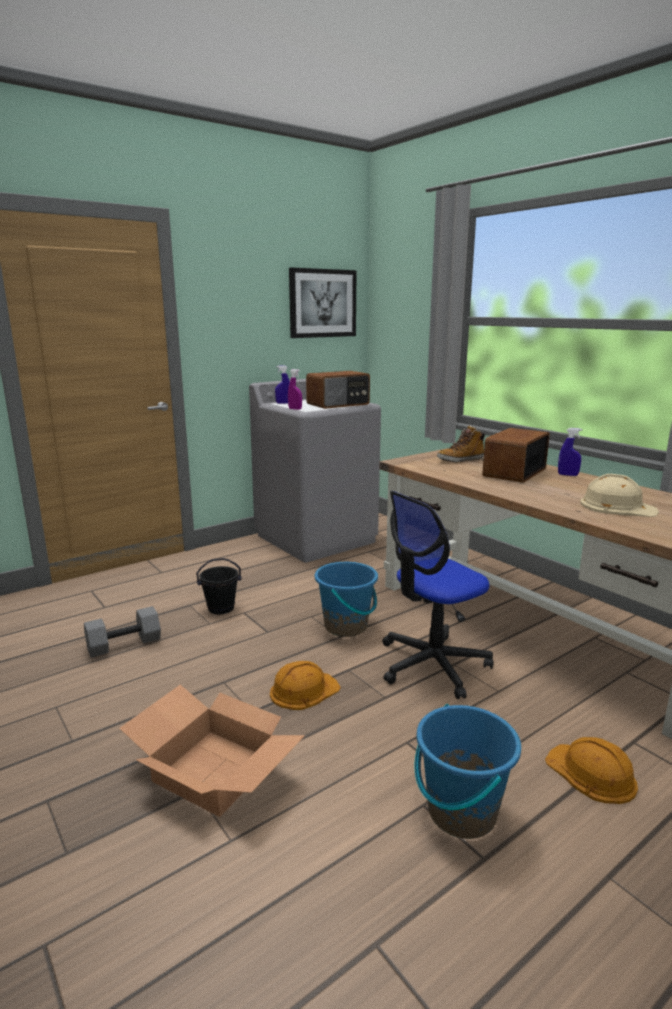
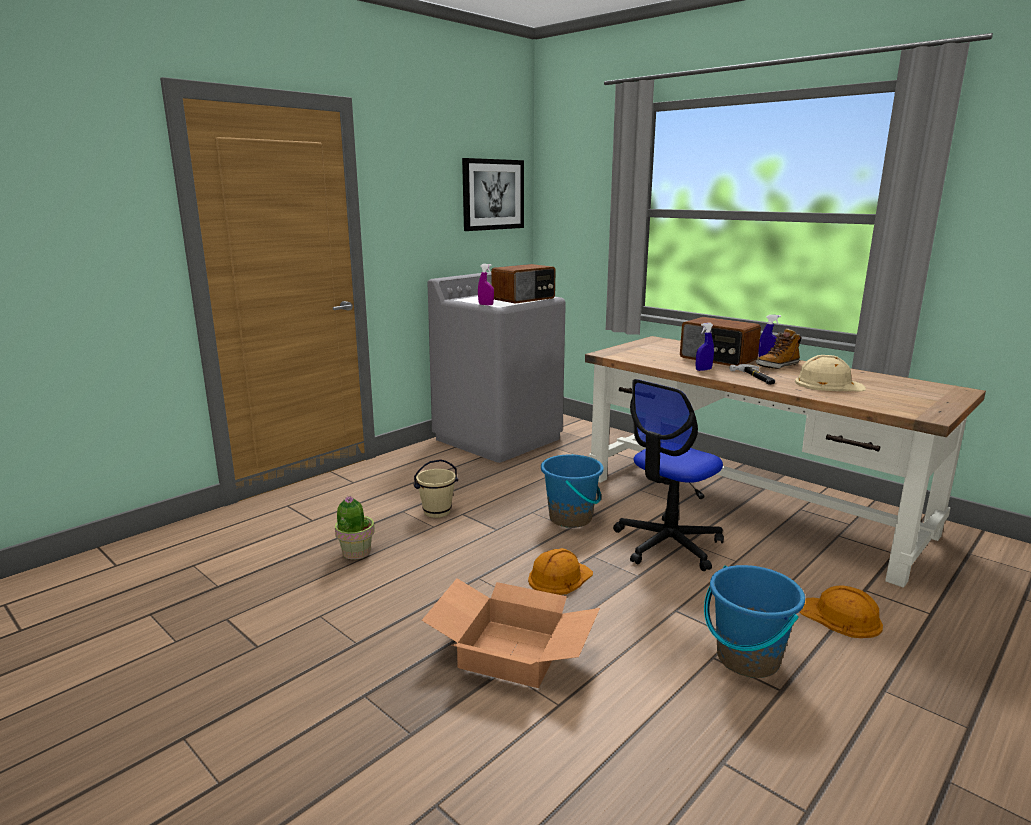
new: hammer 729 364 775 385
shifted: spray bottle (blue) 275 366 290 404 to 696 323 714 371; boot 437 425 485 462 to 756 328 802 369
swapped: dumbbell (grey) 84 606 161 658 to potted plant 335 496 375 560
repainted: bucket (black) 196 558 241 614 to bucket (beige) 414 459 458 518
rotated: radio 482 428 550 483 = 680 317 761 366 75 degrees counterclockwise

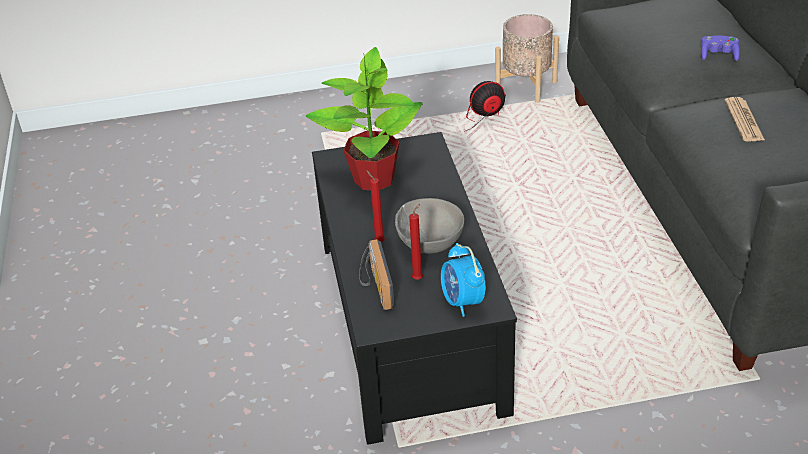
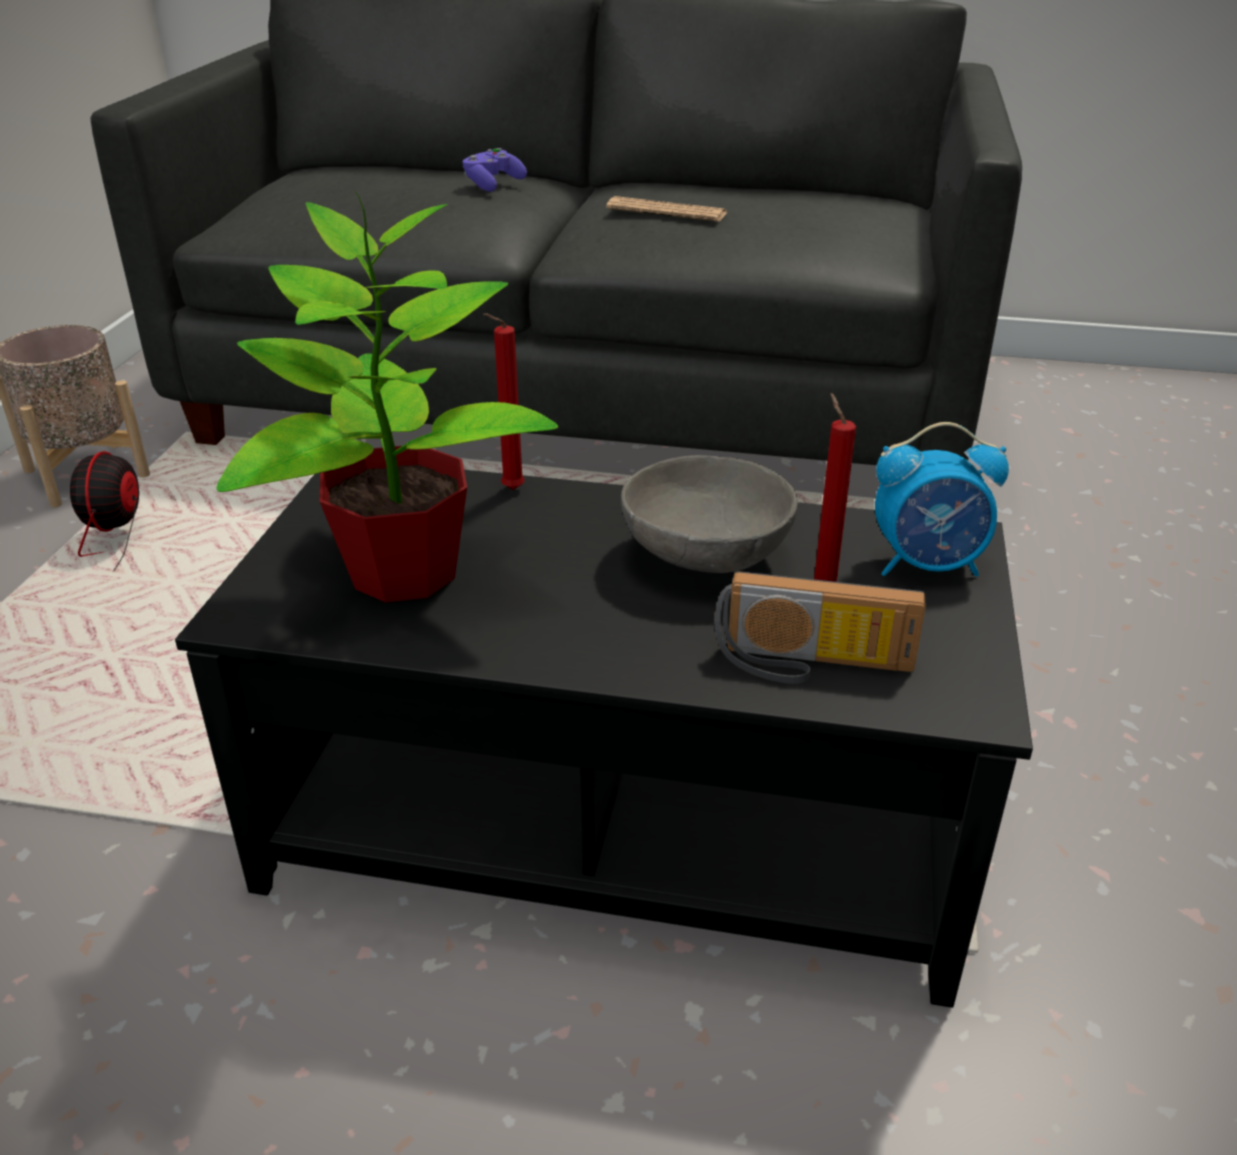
shifted: candle (red) 366 170 385 242 to 483 313 525 490

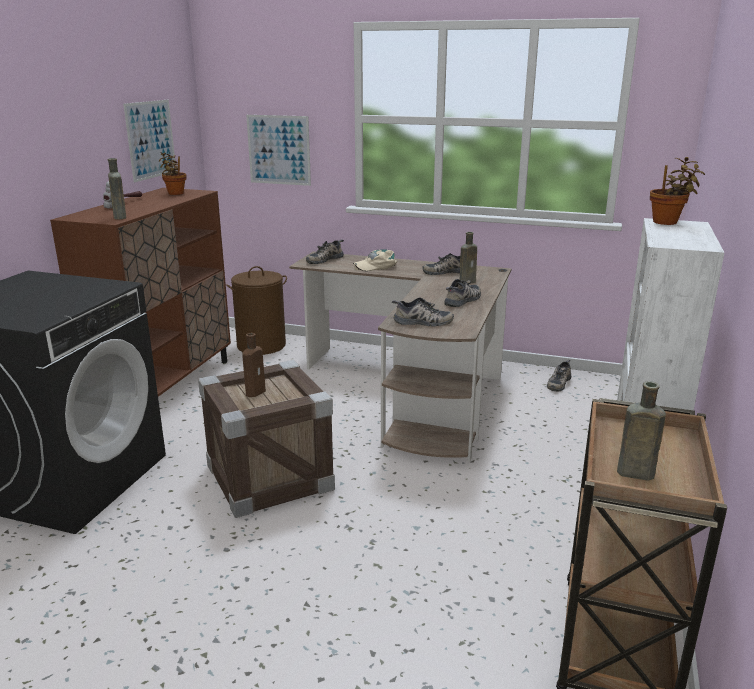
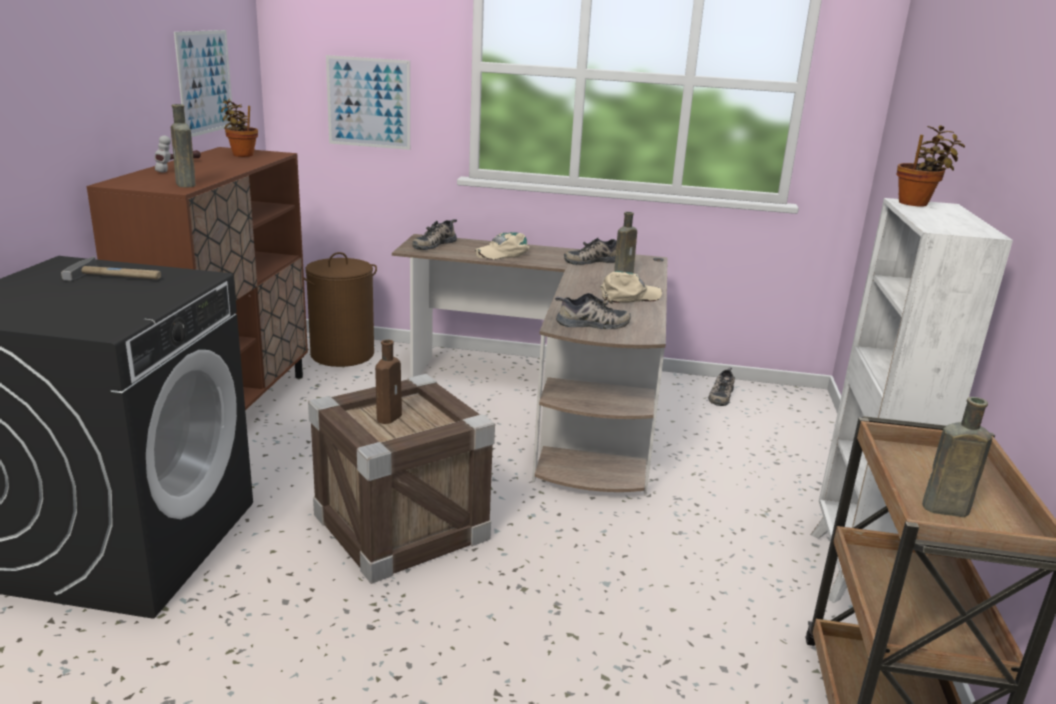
new: hammer 61 257 161 281
swapped: shoe 444 279 481 307 to cap (beige) 600 271 662 304

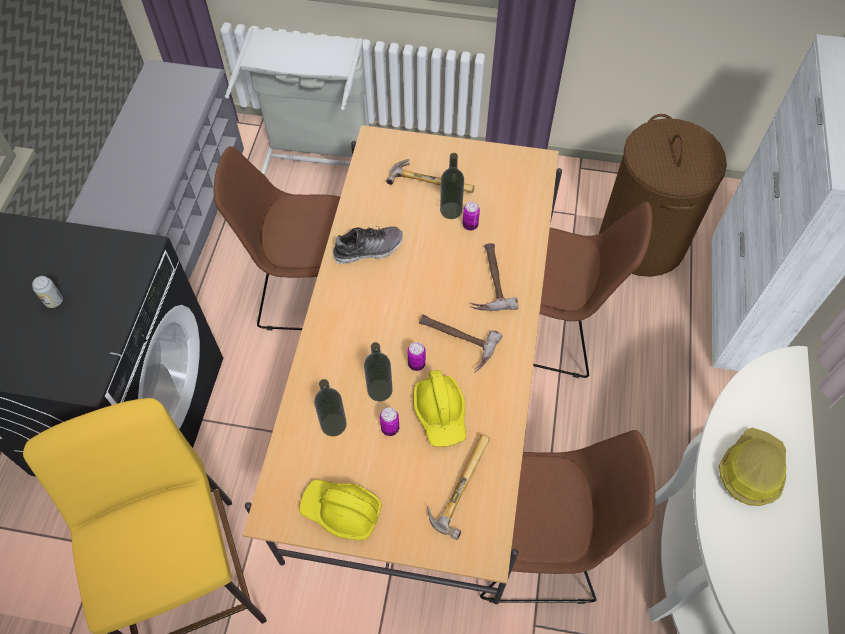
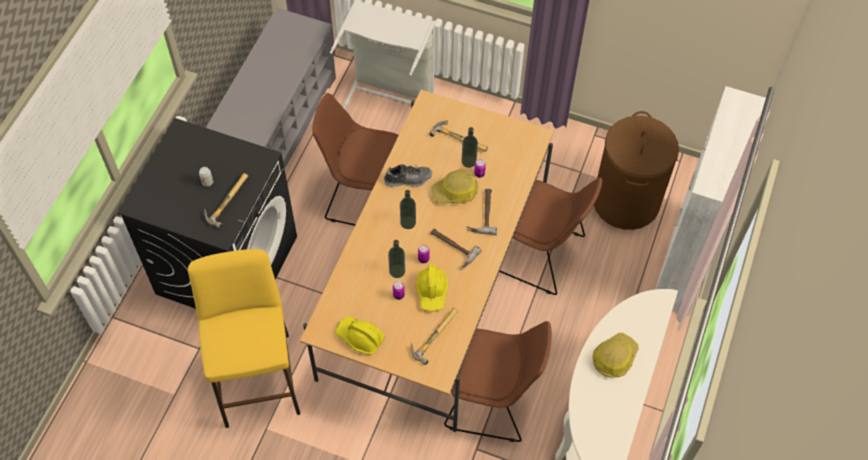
new: hammer 205 173 248 229; hard hat 431 169 479 204
shifted: bottle 314 379 347 436 to 400 190 416 229

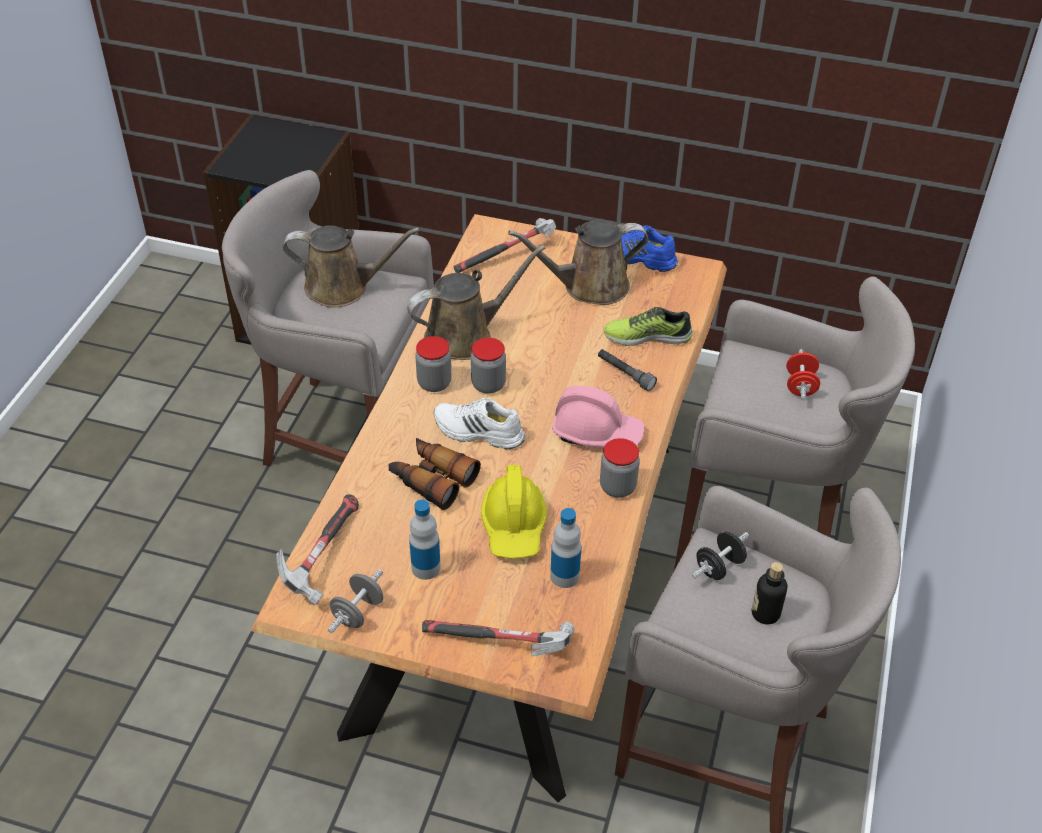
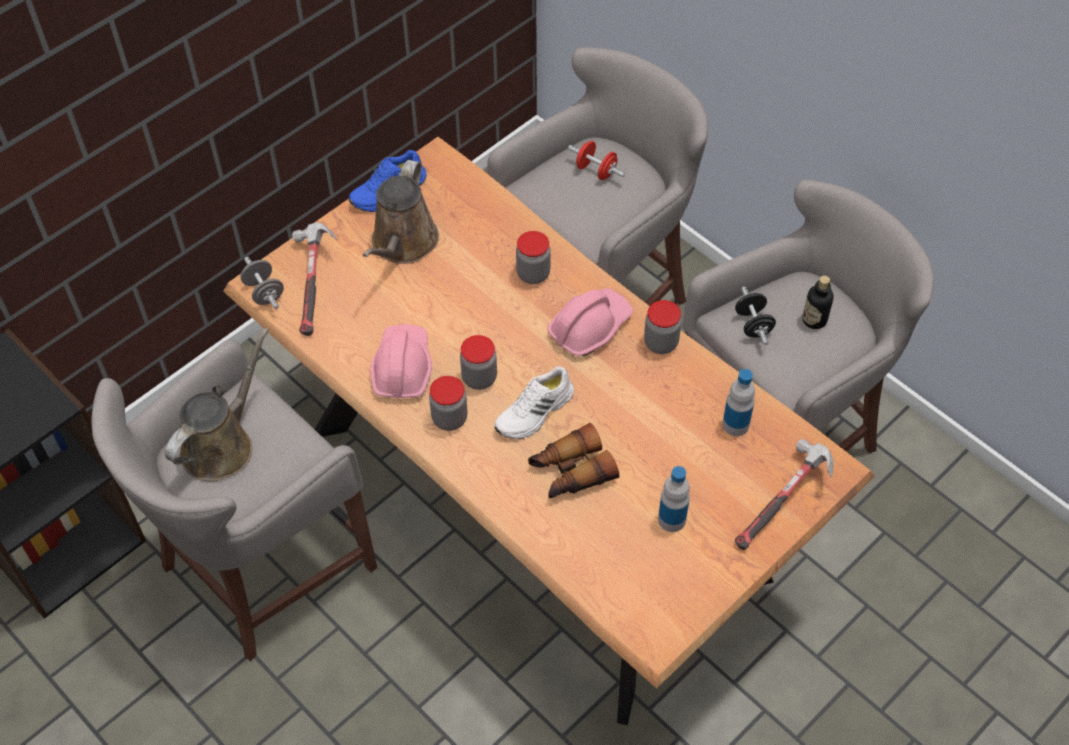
gone: hammer 276 494 359 605; hard hat (yellow) 481 465 547 559; shoe 604 307 693 346
shifted: dumbbell (grey) 328 569 383 633 to 240 257 284 309
swapped: watering can (brown) 407 245 546 360 to hard hat (pink) 370 324 432 398; flashlight (grey) 598 349 657 391 to jar 516 231 551 284

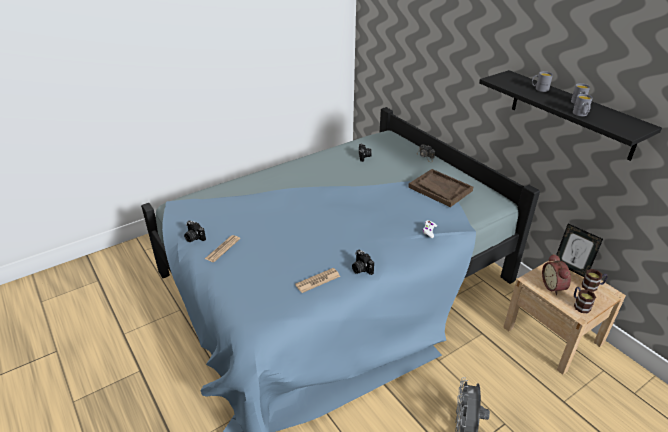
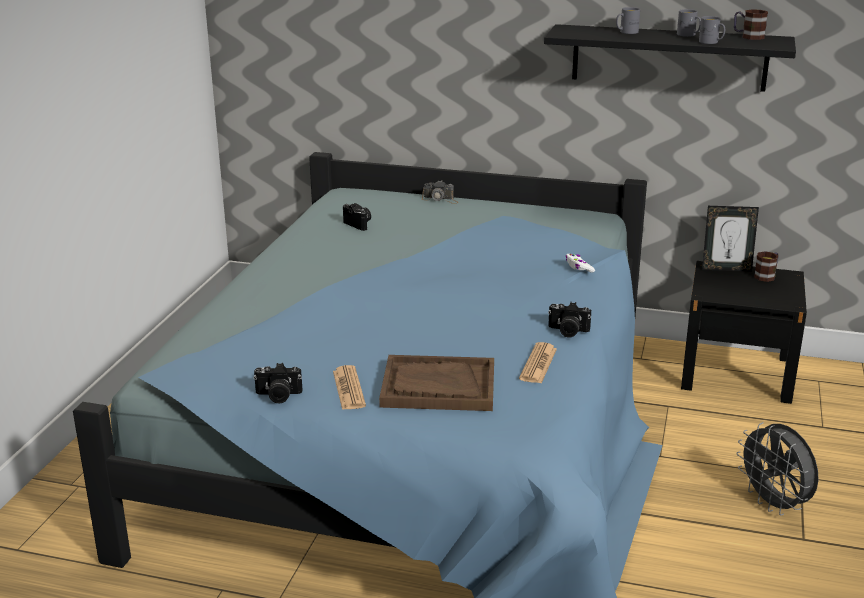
gone: alarm clock 542 254 571 295
shifted: tray (brown) 408 169 473 207 to 379 355 494 411; mug 574 287 596 313 to 734 9 768 40
repainted: nightstand (beige) 504 261 626 375 to nightstand (black) 681 261 807 404

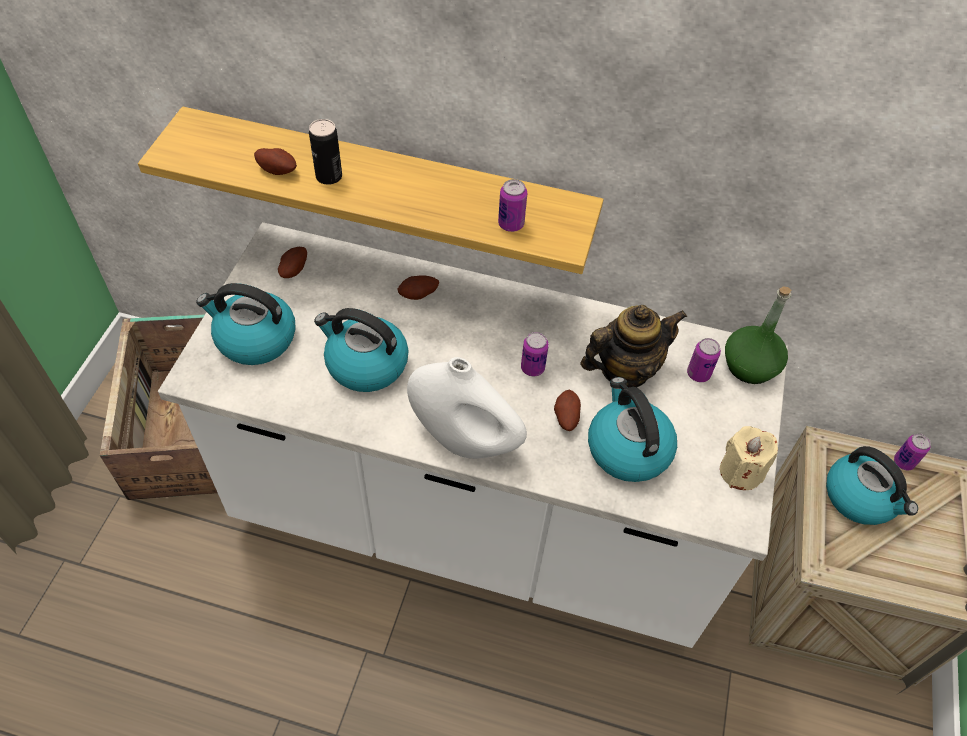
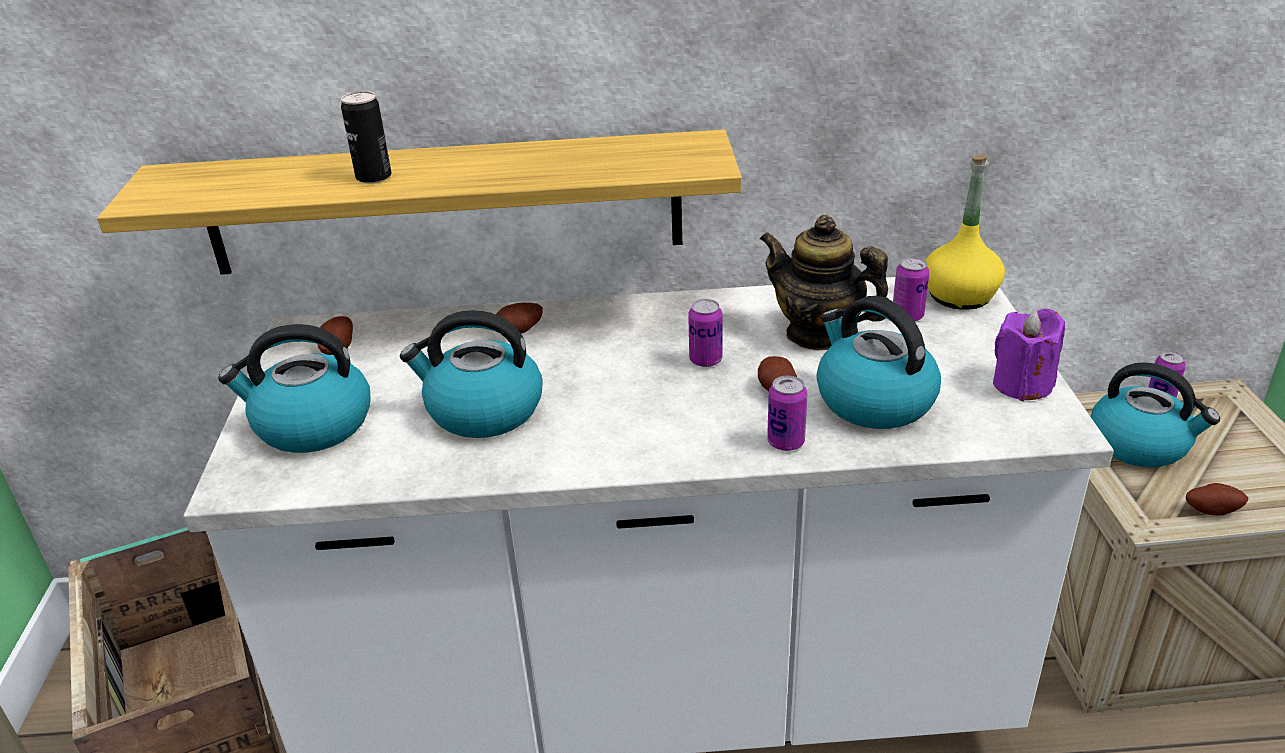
gone: vase (white) 407 357 527 459
shifted: potato 254 148 297 175 to 1186 483 1248 515; can 498 179 527 232 to 767 376 808 451
repainted: candle (beige) 720 426 778 490 to candle (purple) 993 309 1065 401; bottle (green) 725 286 791 384 to bottle (yellow) 926 155 1005 310
rotated: teapot 580 305 687 388 = 760 215 889 351 105 degrees counterclockwise

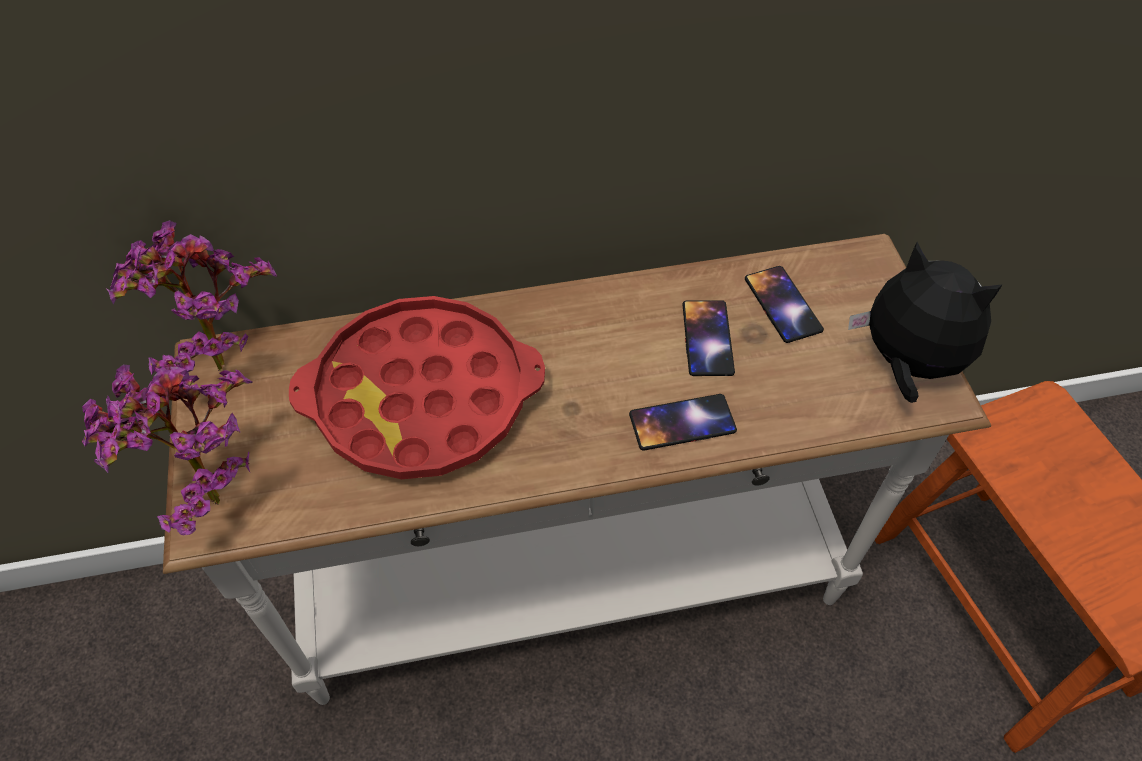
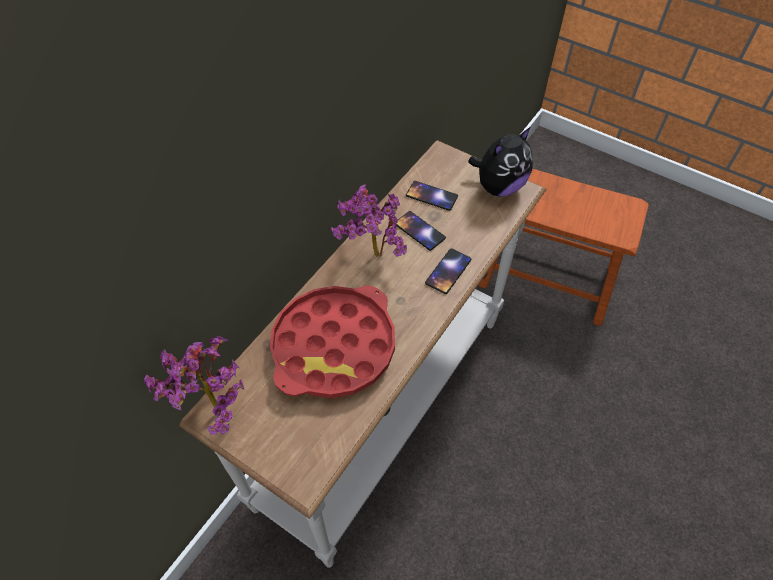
shifted: potted plant 82 364 252 535 to 331 184 407 257
rotated: plush toy 848 242 1003 403 = 468 127 533 197 150 degrees clockwise

